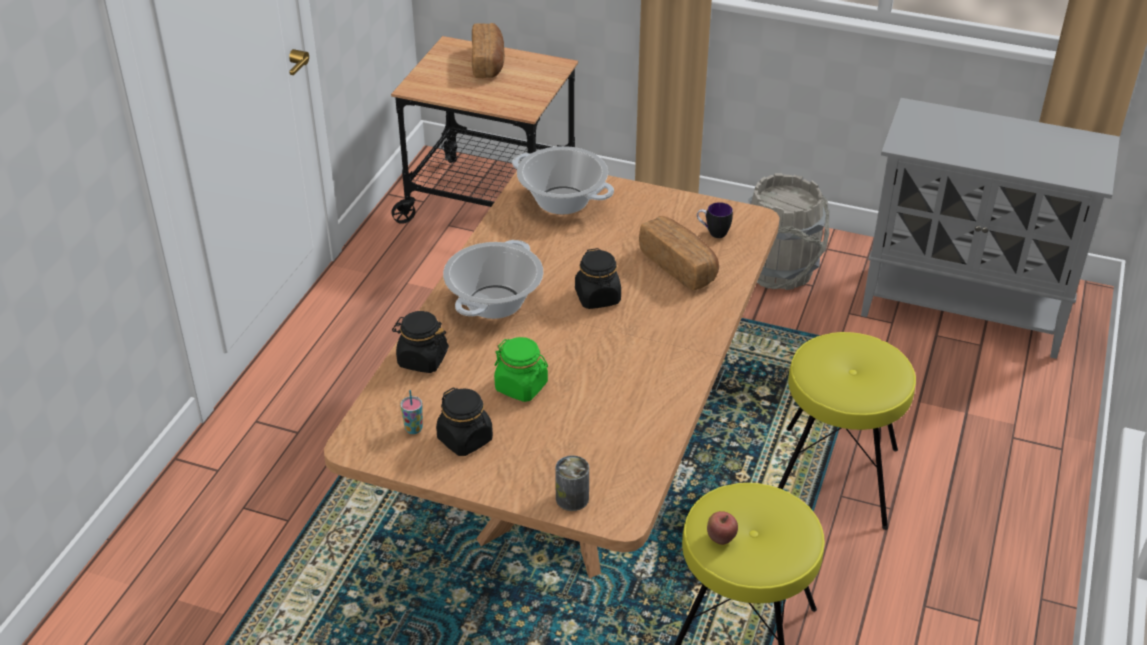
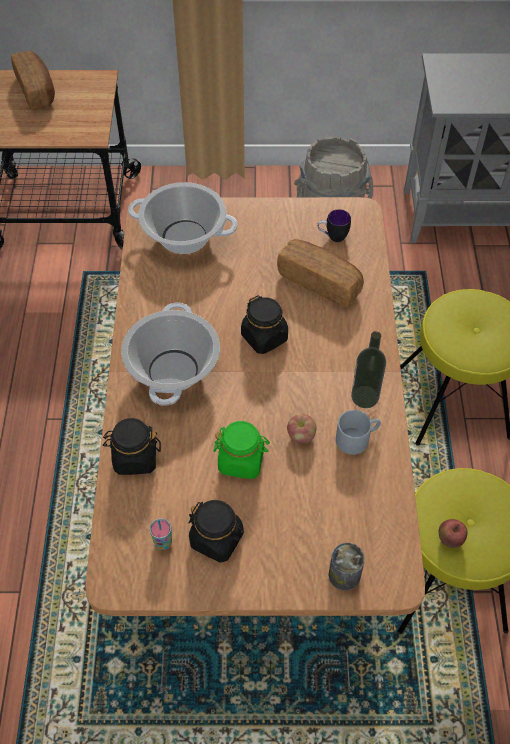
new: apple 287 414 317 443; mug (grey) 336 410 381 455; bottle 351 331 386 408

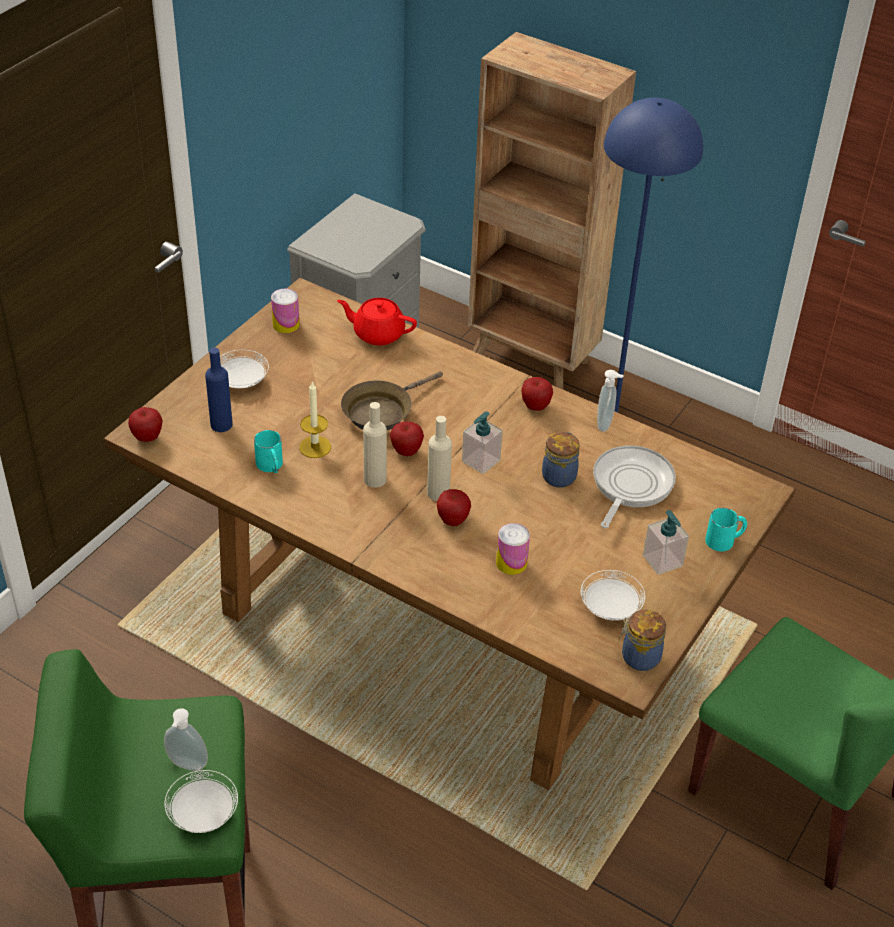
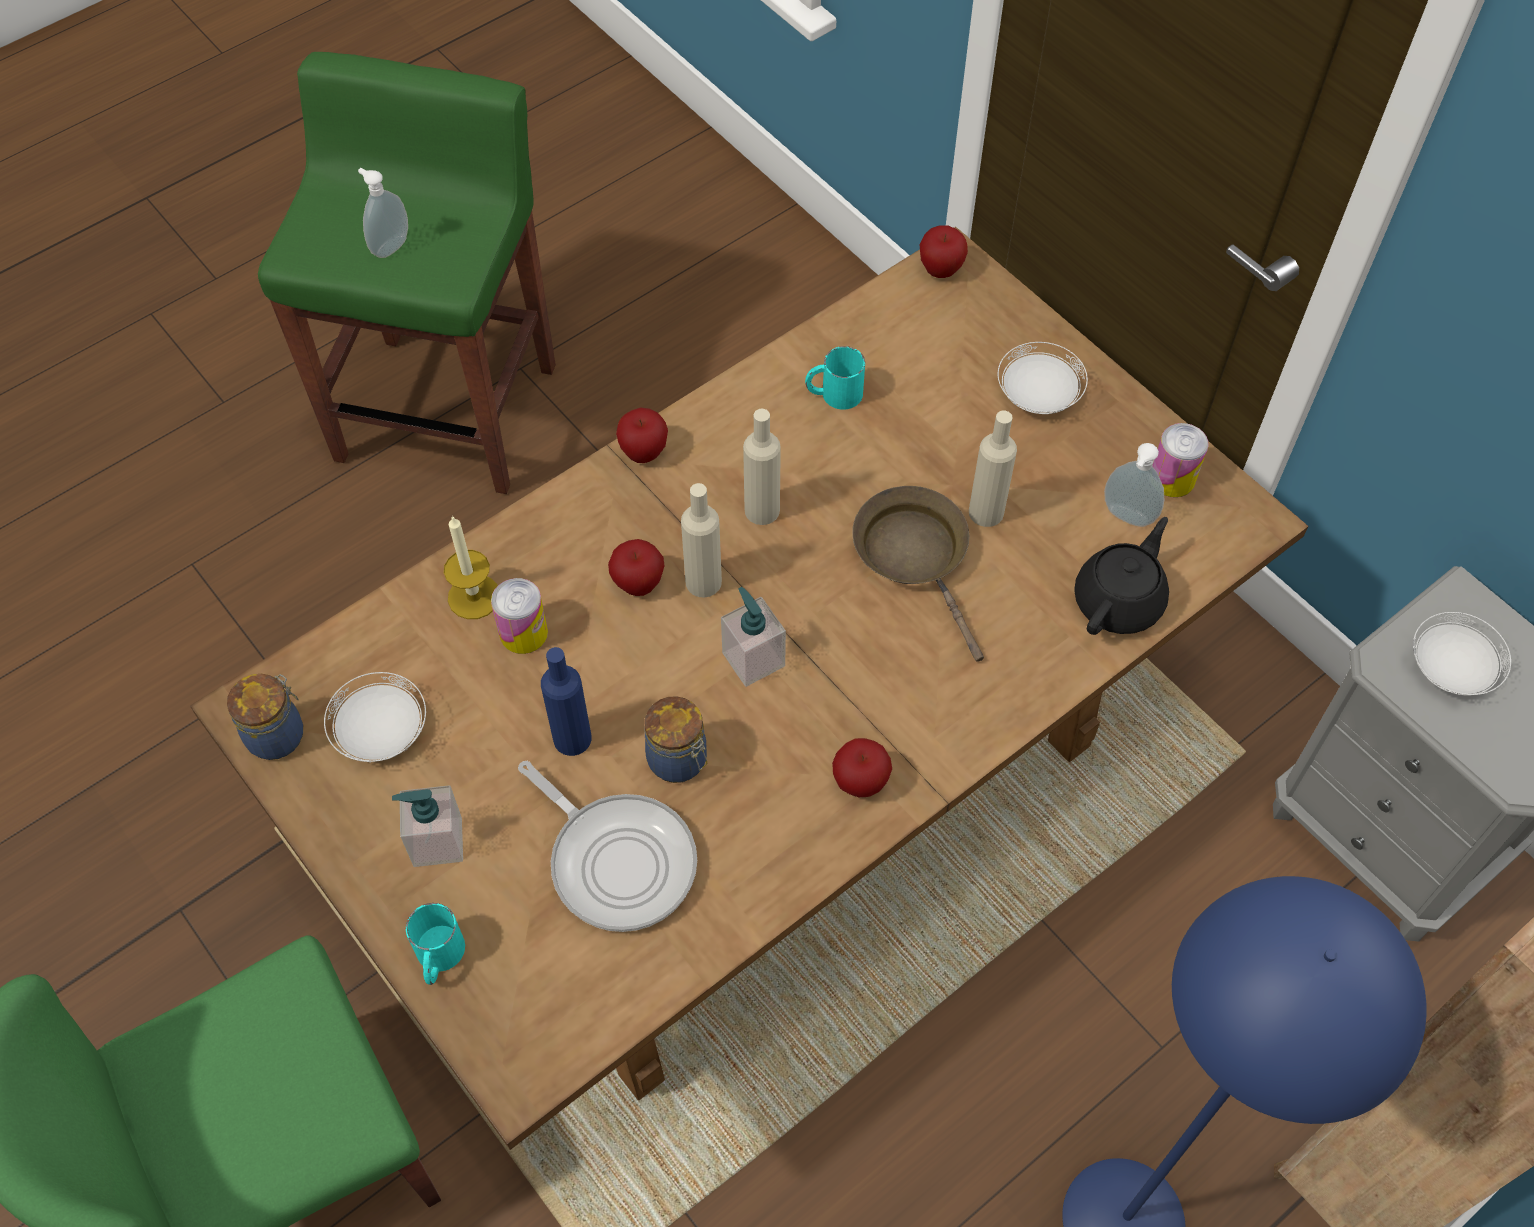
new: bottle (beige) 969 411 1017 527
shifted: plate (white) 165 770 238 833 to 1413 612 1511 695; bottle (blue) 205 348 233 432 to 541 647 592 756; candle 299 381 331 458 to 444 516 498 619; apple 390 422 424 456 to 616 408 668 463; soap dispenser 597 370 624 432 to 1104 443 1164 527
repainted: teapot (red) 337 298 417 346 to teapot (black) 1074 517 1169 635

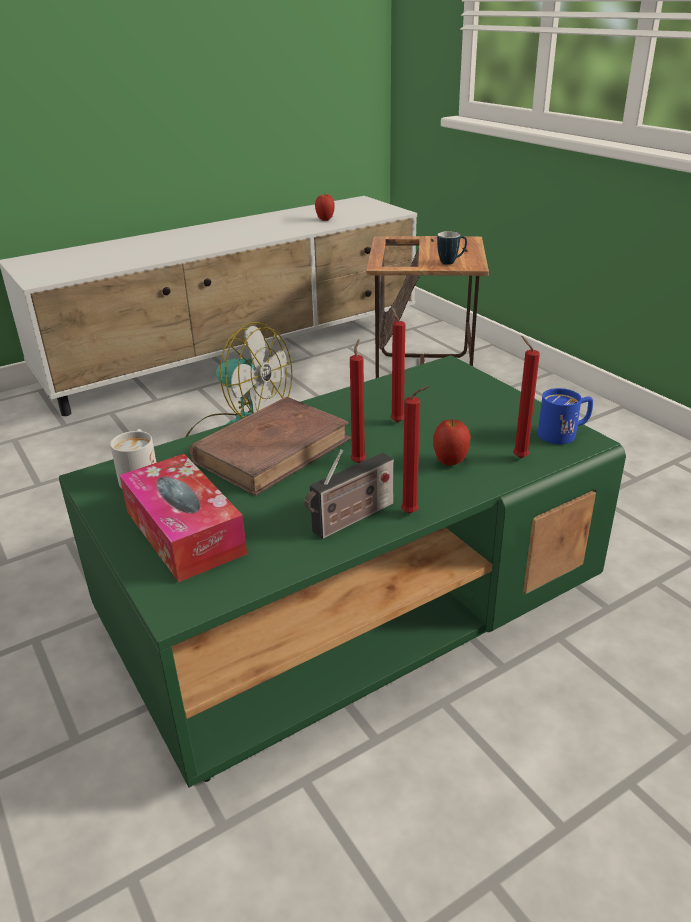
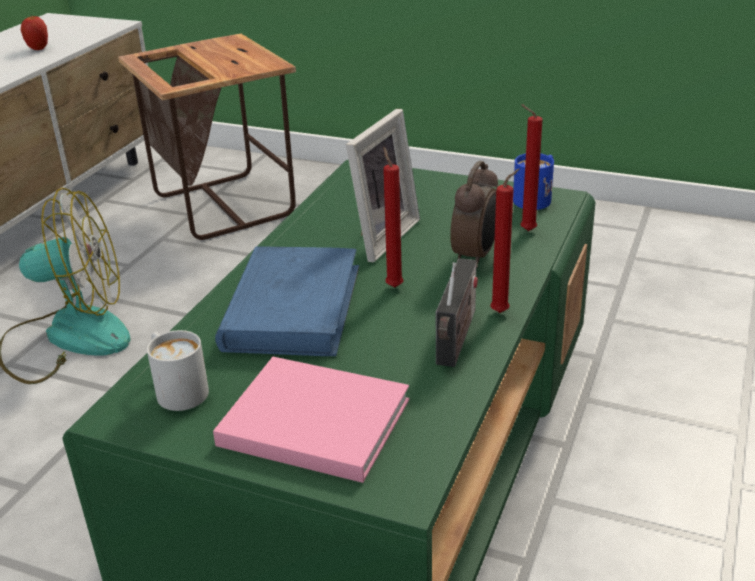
gone: mug 437 231 467 265
swapped: tissue box 119 454 247 582 to book (pink) 213 357 409 483; candle (red) 390 307 405 423 to picture frame 346 109 420 262; apple 433 419 471 466 to alarm clock 450 161 498 268
repainted: book (brown) 190 397 352 496 to book (blue) 215 246 359 356

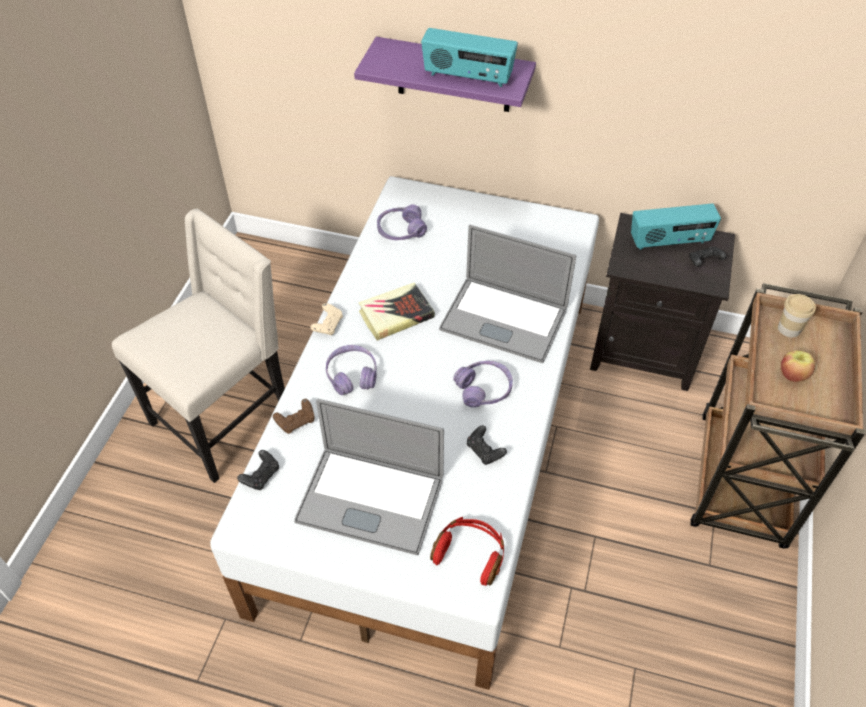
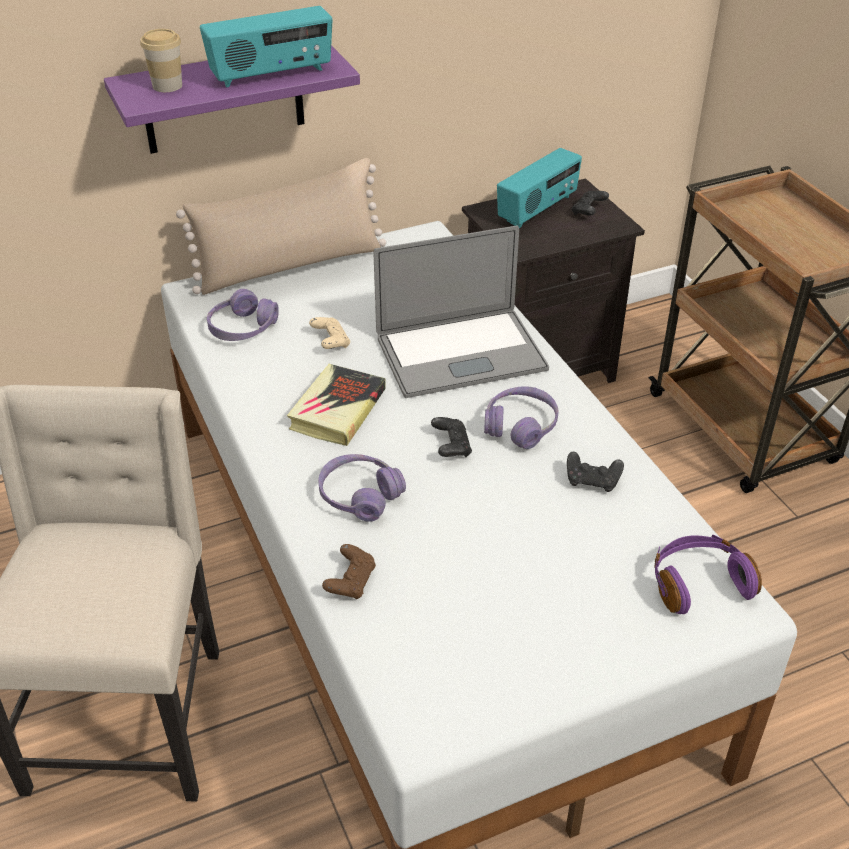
gone: laptop 294 399 444 555; apple 781 350 815 382
new: pillow (beige) 176 158 386 295
shifted: game controller (black) 237 450 279 490 to 431 417 472 457; game controller (beige) 311 303 343 336 to 309 317 350 349; cup 778 294 816 337 to 140 29 182 92
repainted: headphones (red) 430 517 504 586 to headphones (purple) 654 535 762 614

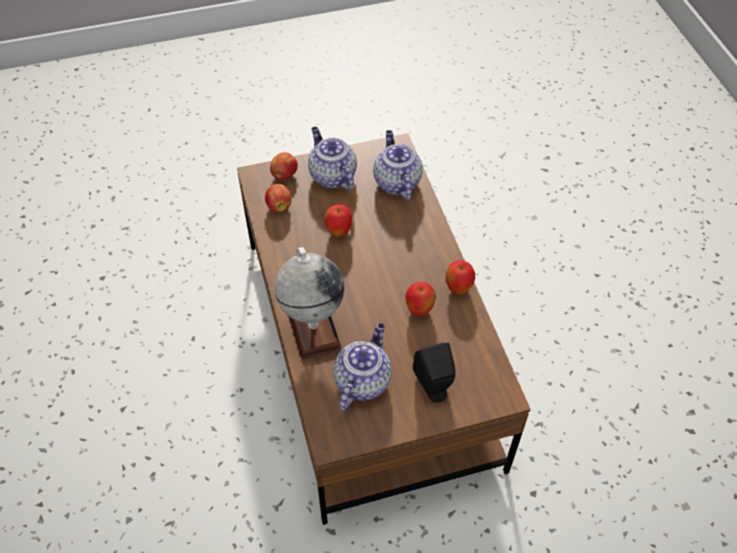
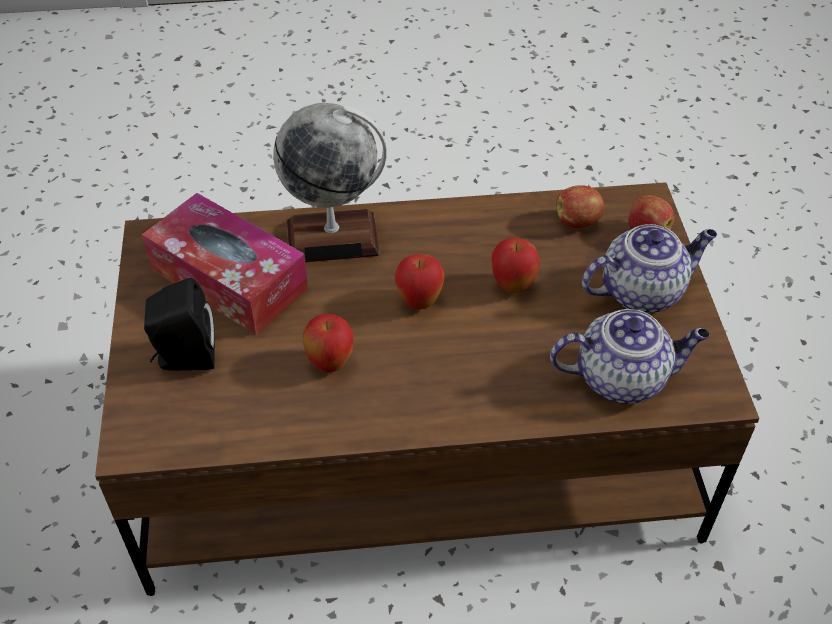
shifted: apple 446 260 475 294 to 395 254 445 309
swapped: teapot 333 323 392 410 to tissue box 142 193 308 335

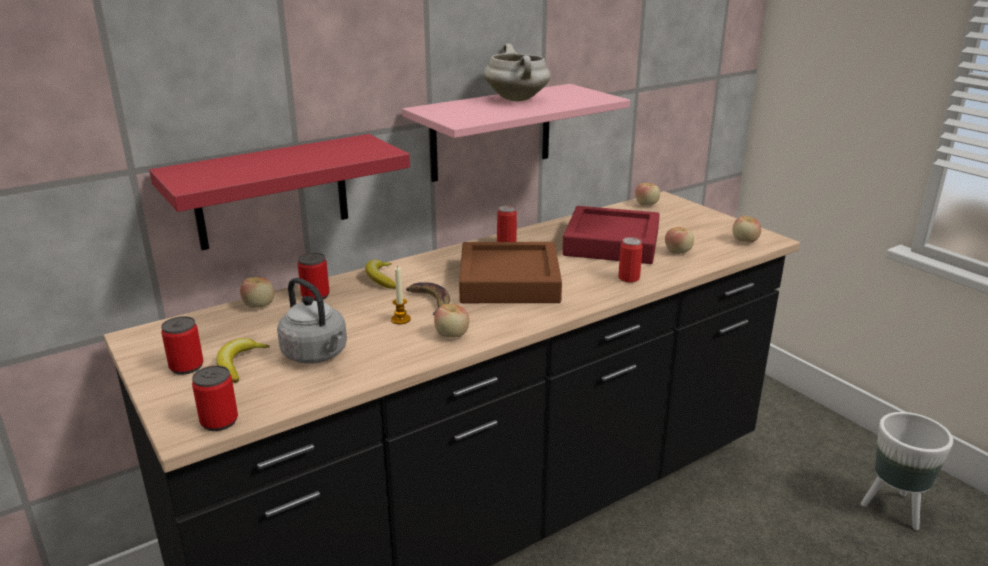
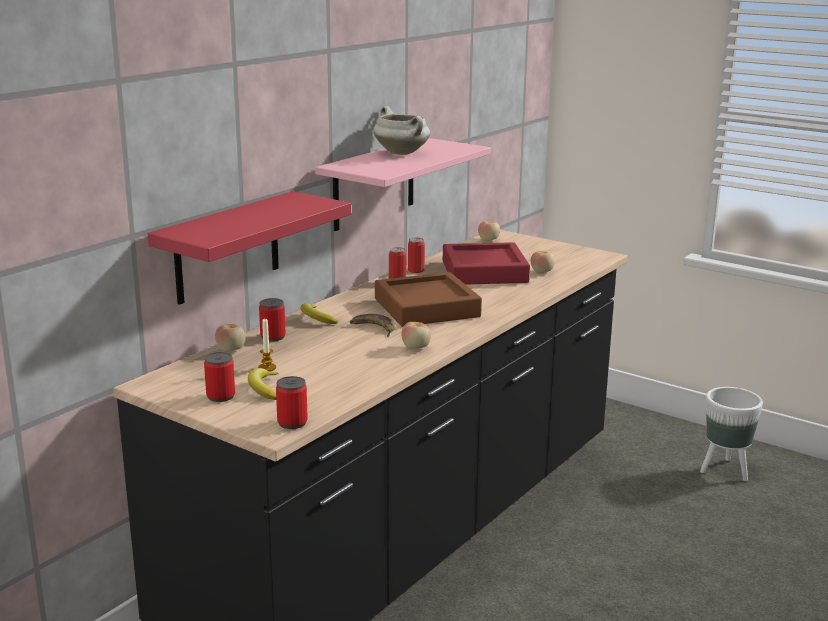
gone: kettle (grey) 277 278 347 364; apple 732 216 761 243
shifted: candle 391 267 411 324 to 258 319 276 371; can 618 237 643 283 to 408 238 425 273

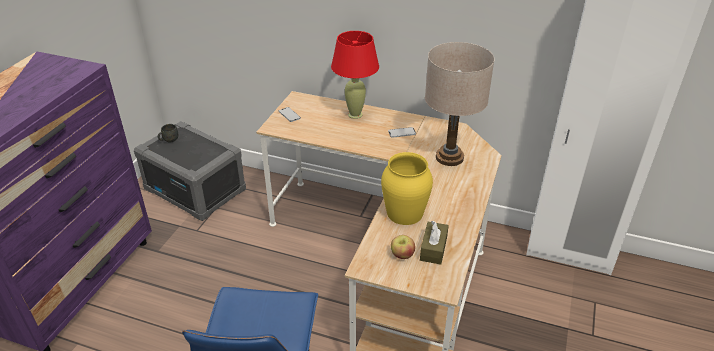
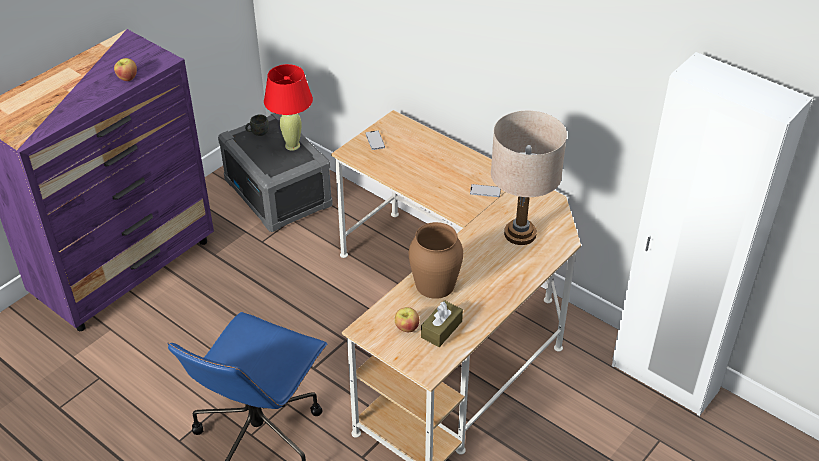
new: apple 114 58 137 81
shifted: table lamp (red) 331 31 379 119 to 264 64 313 151
repainted: vase (yellow) 381 152 433 225 to vase (brown) 409 222 463 299

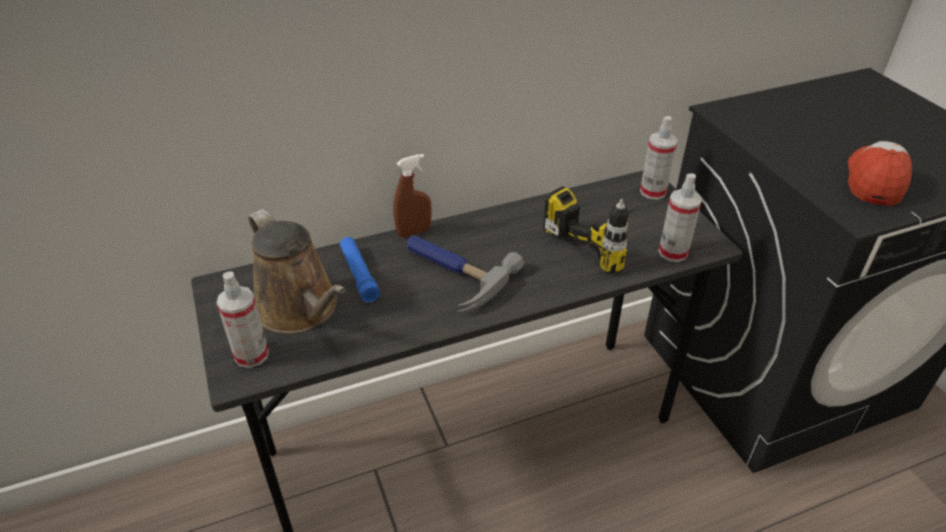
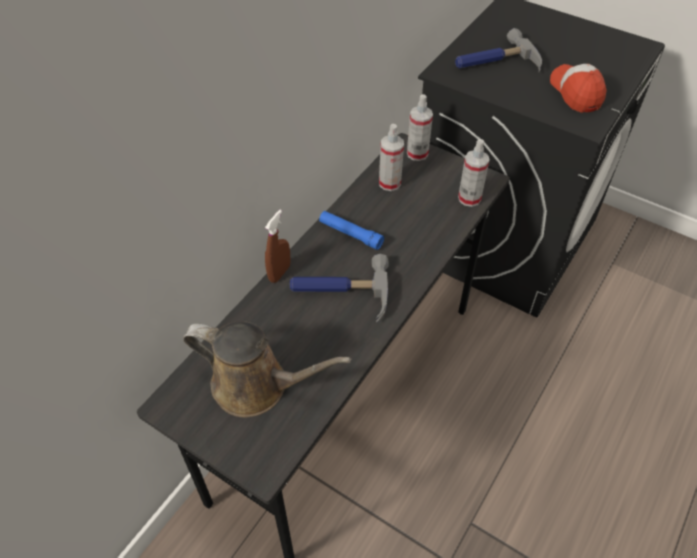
gone: power drill 543 186 639 273
new: hammer 455 28 542 73
shifted: spray bottle 216 271 269 368 to 379 124 404 191; flashlight (blue) 340 237 380 302 to 319 211 384 250

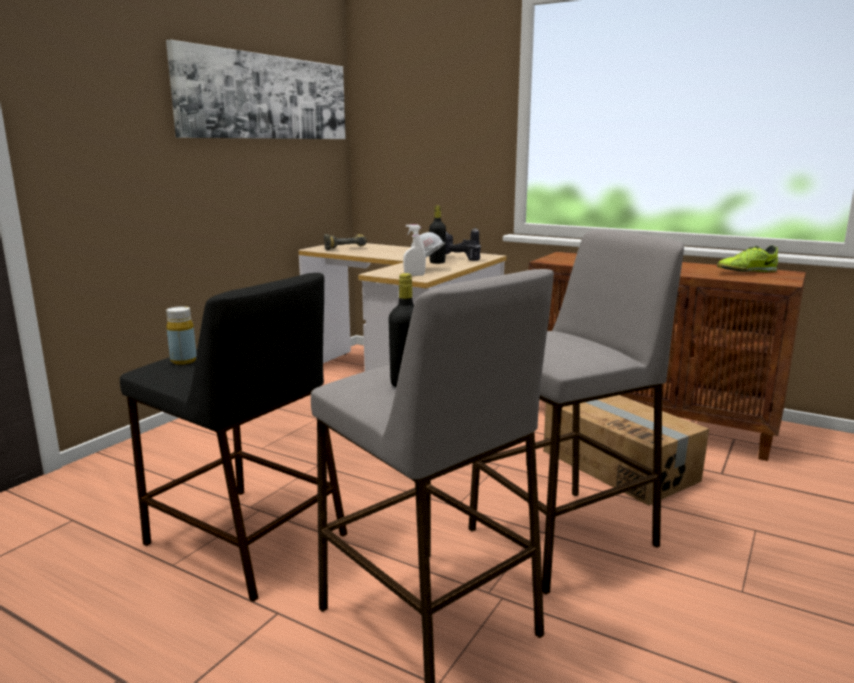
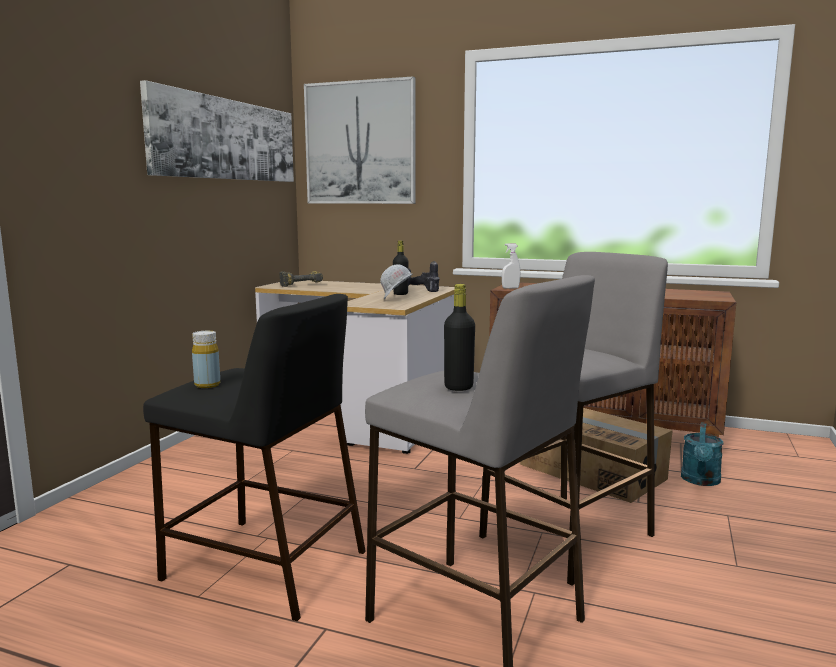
gone: shoe 717 245 778 272
new: picture 304 76 416 204; watering can (turquoise) 681 422 723 486
shifted: spray bottle (white) 403 224 426 276 to 502 243 520 289

